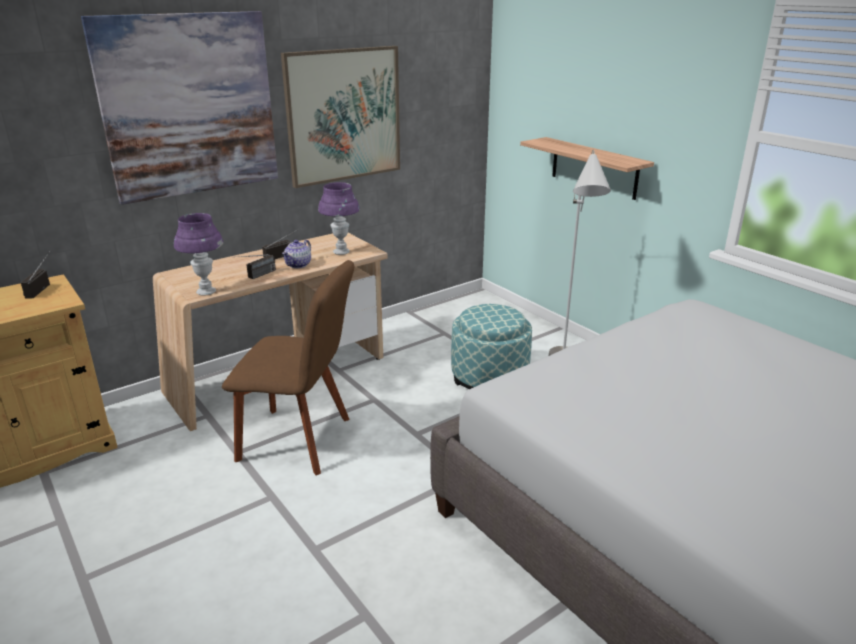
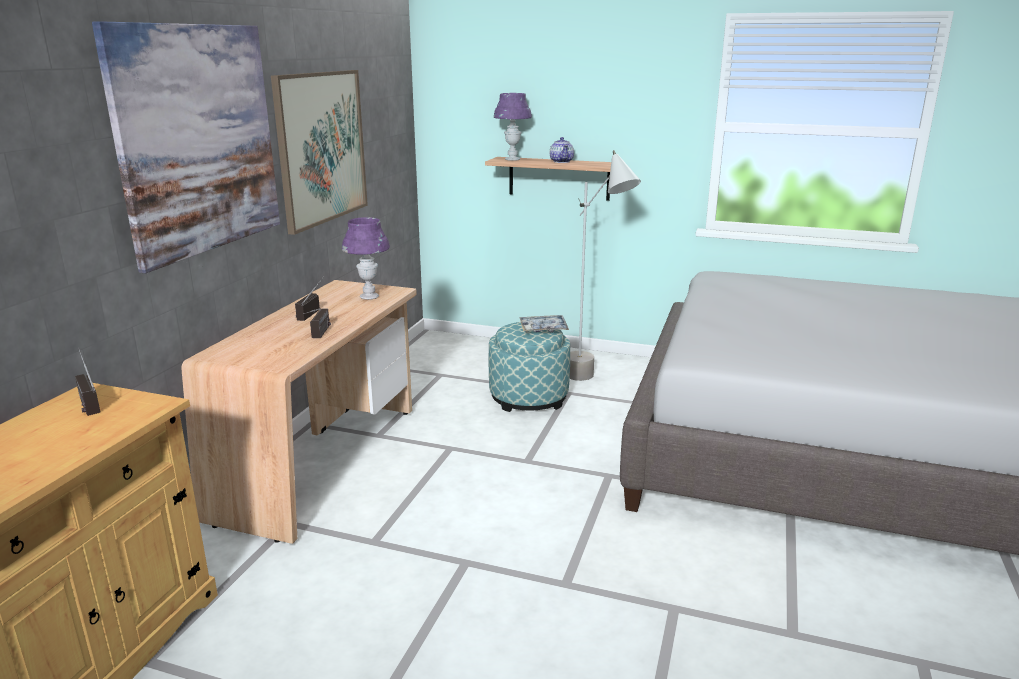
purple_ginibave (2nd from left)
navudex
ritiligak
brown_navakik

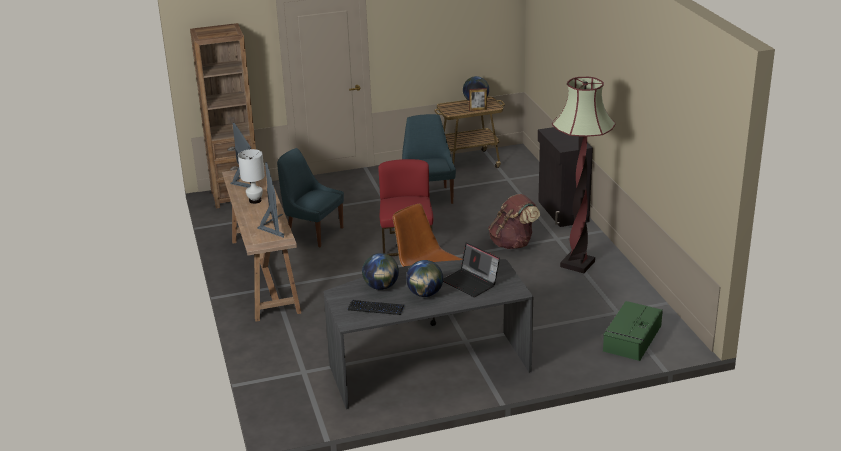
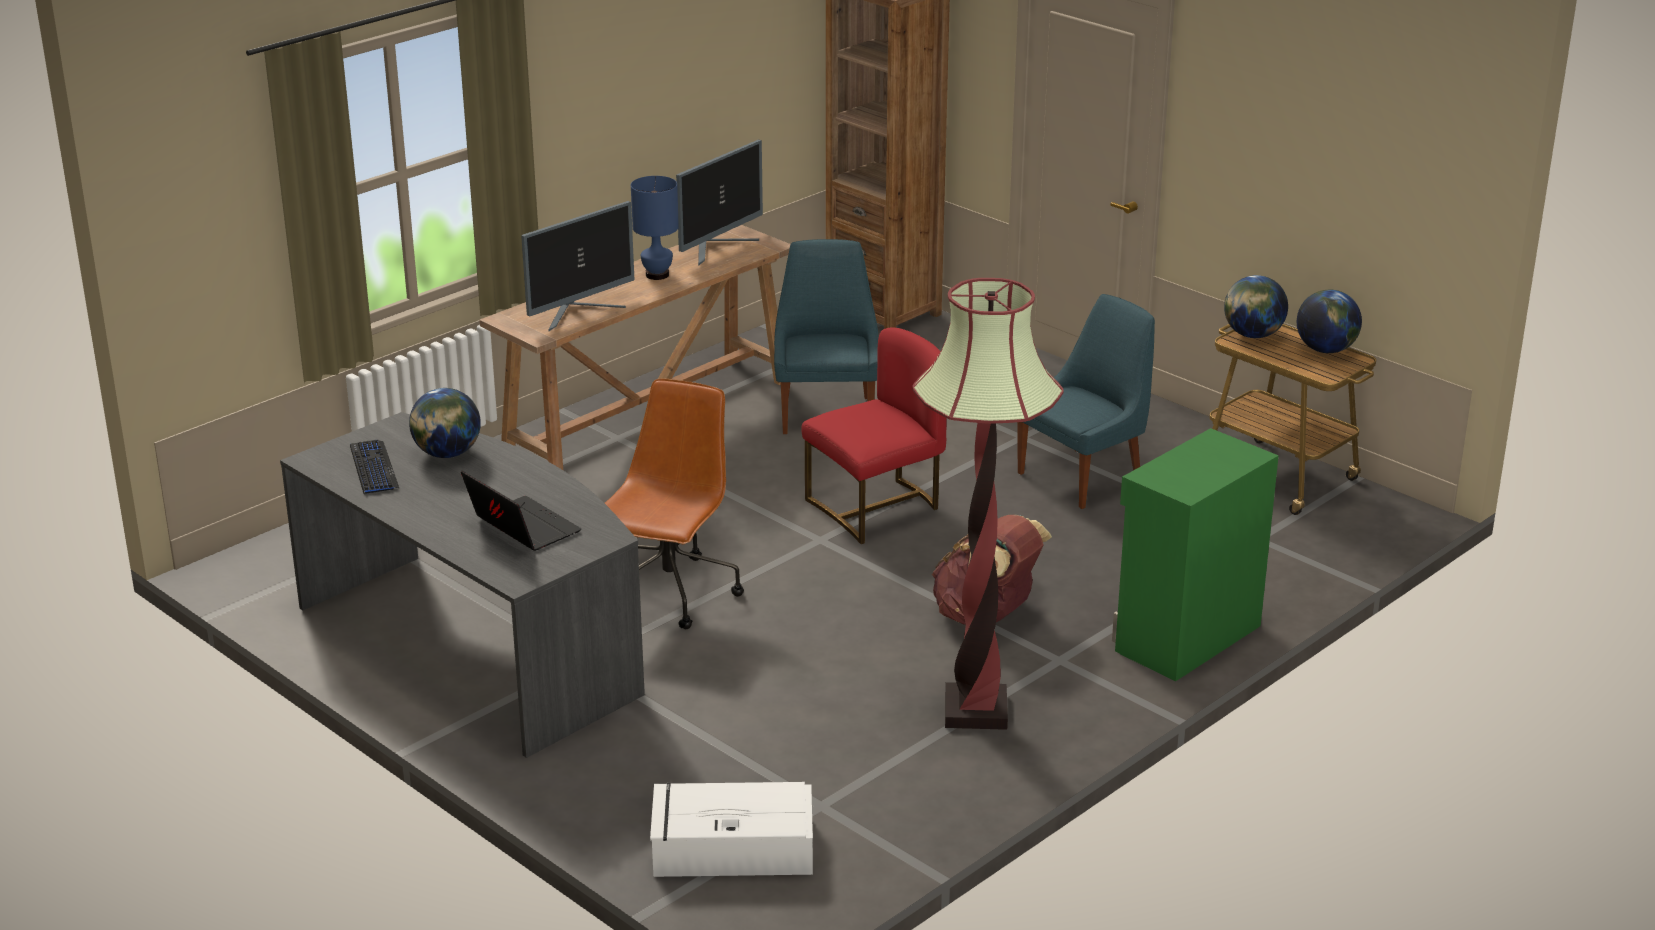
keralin
blue_ginibave
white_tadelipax
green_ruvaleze
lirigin (2nd from left)
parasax

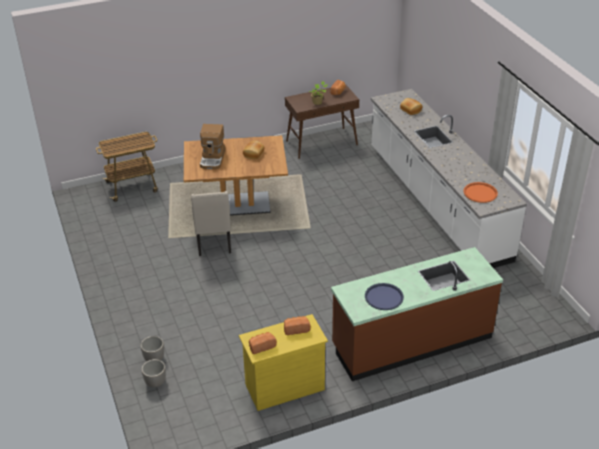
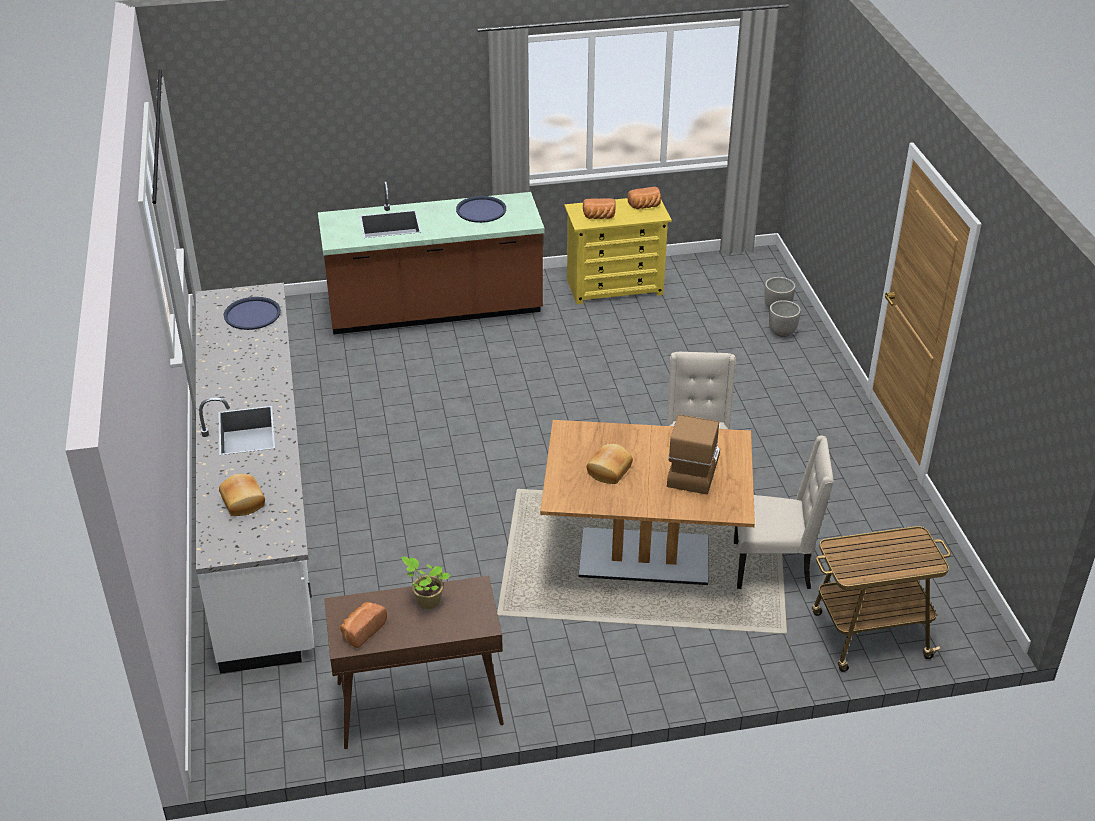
blue_navudex (1st from left)
beige_navakik (2nd from left)

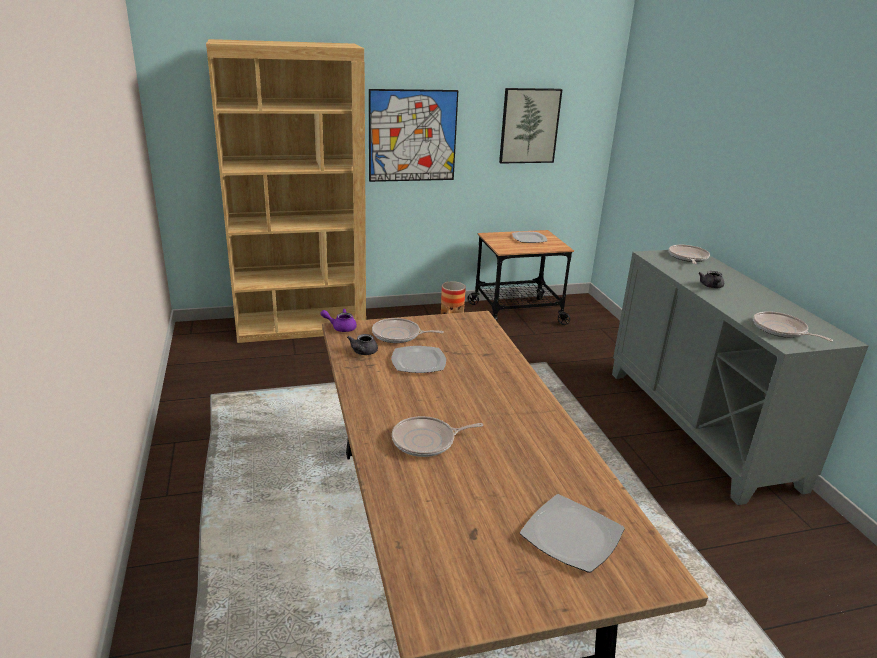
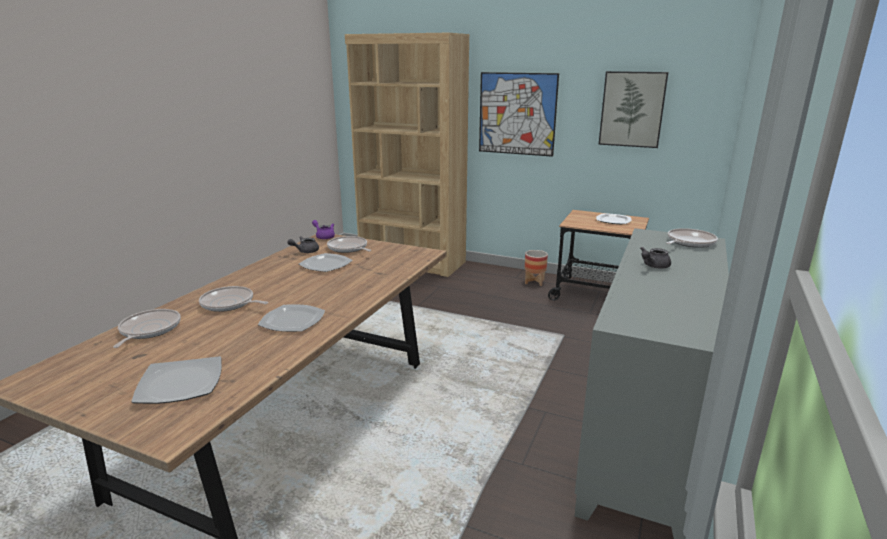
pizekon (1st from left)
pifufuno (2nd from left)

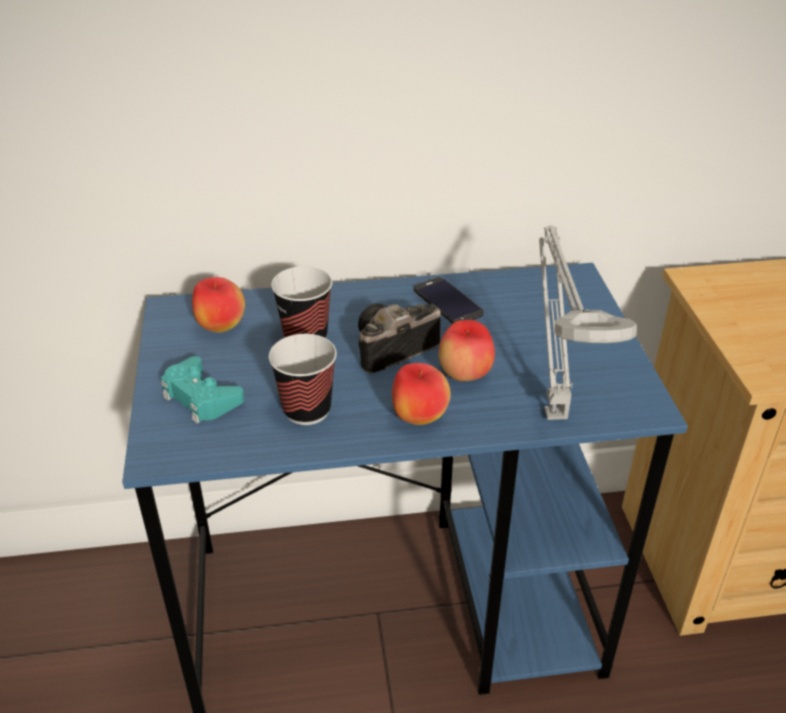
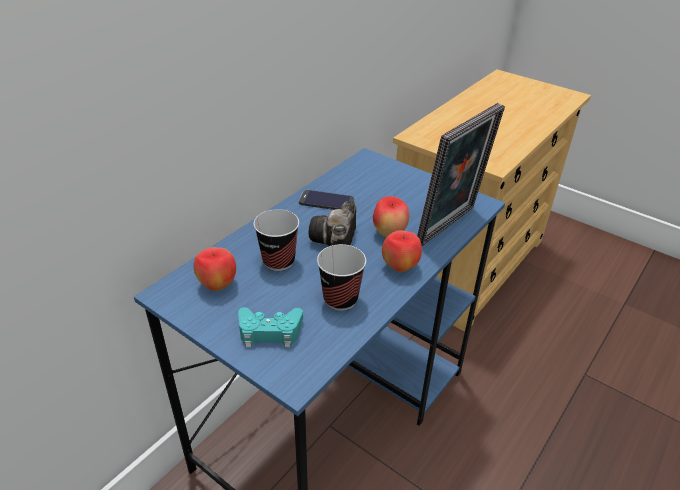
parasax

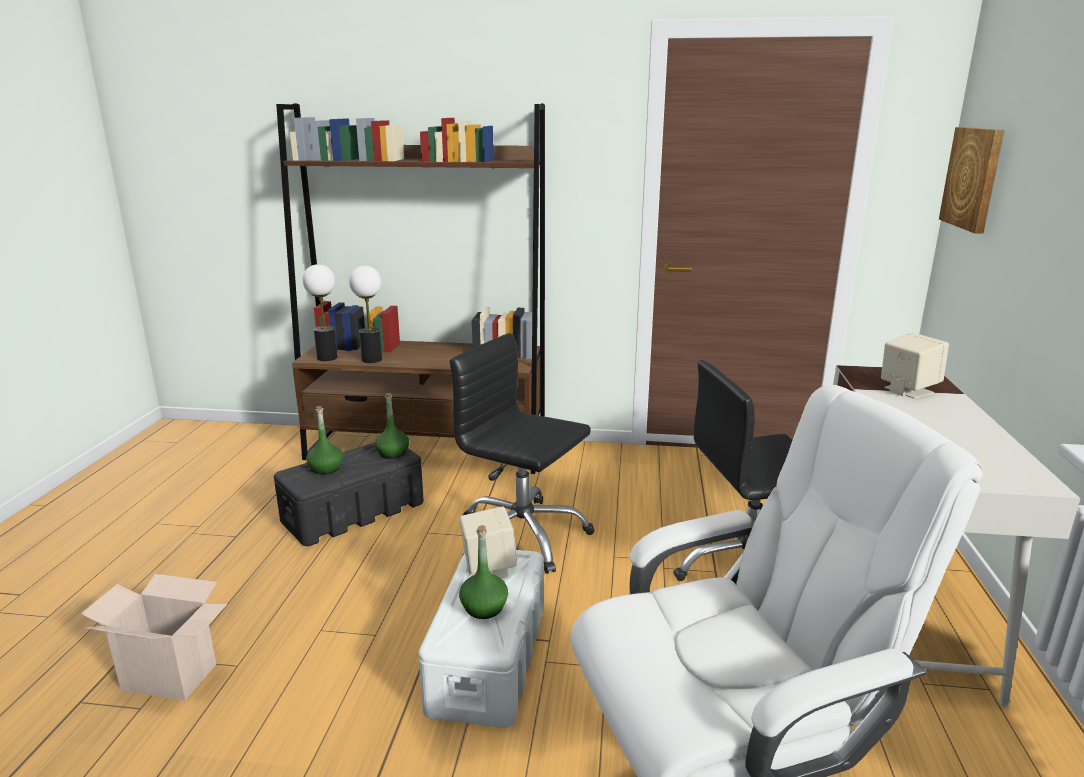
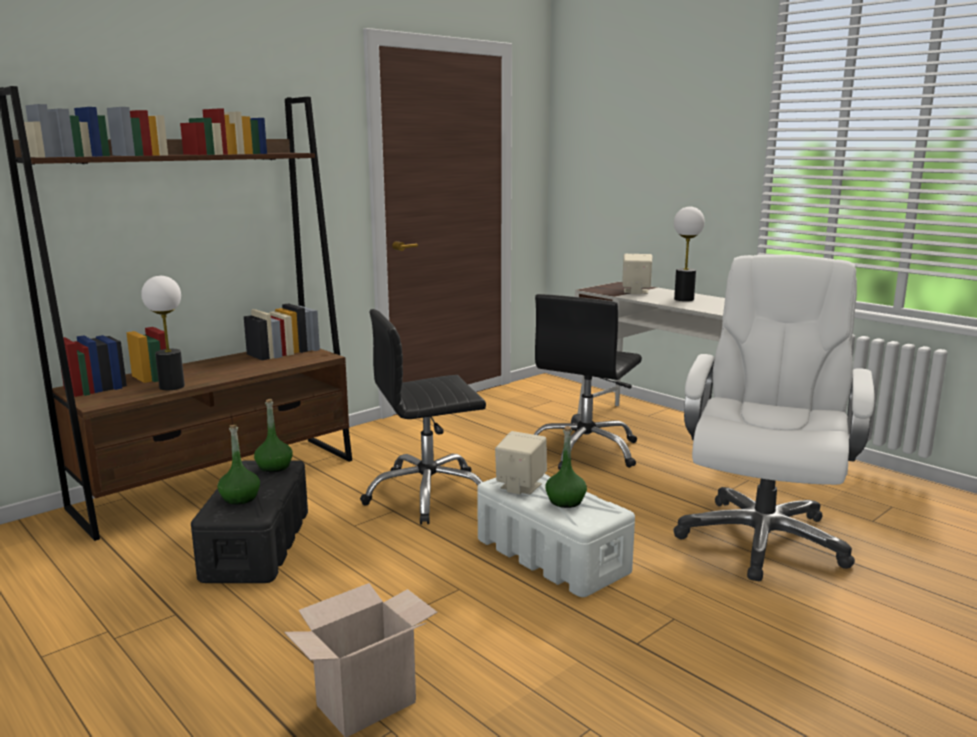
ginibave (2nd from left)
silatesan

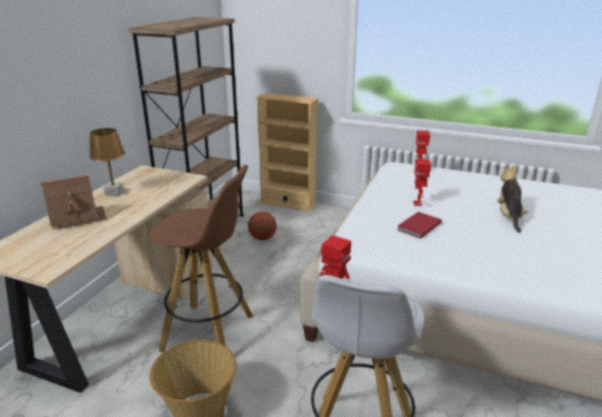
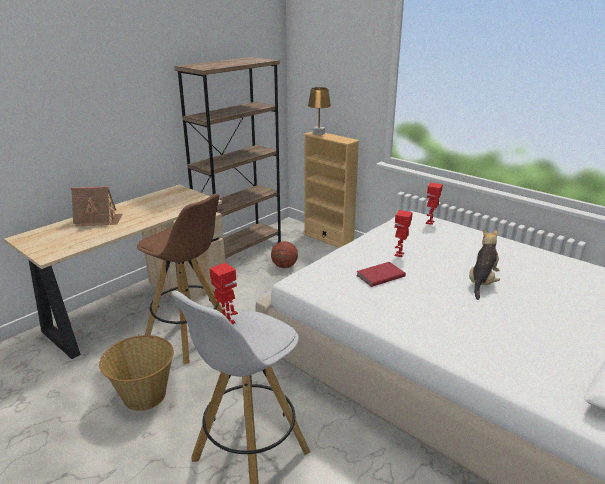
brown_ginibave

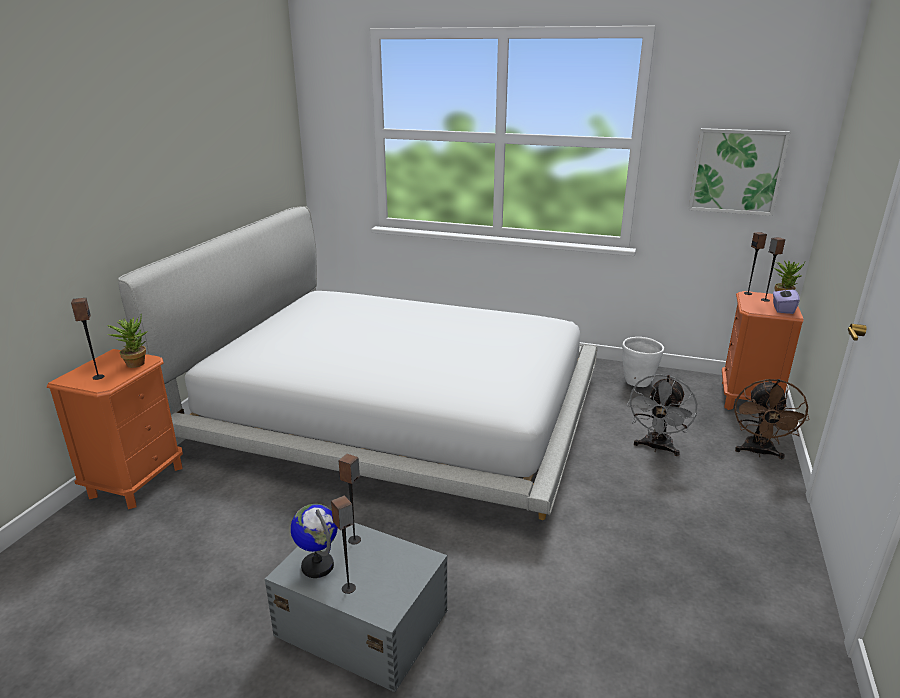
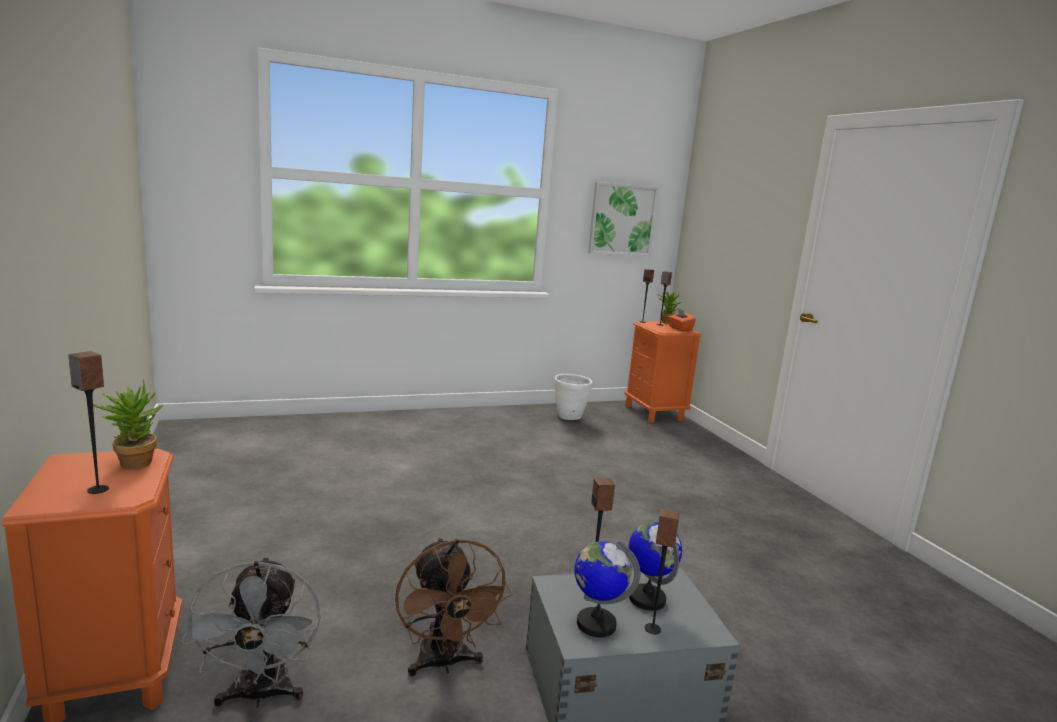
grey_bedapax
brown_bedapax
lirigin (2nd from left)
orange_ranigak
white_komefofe

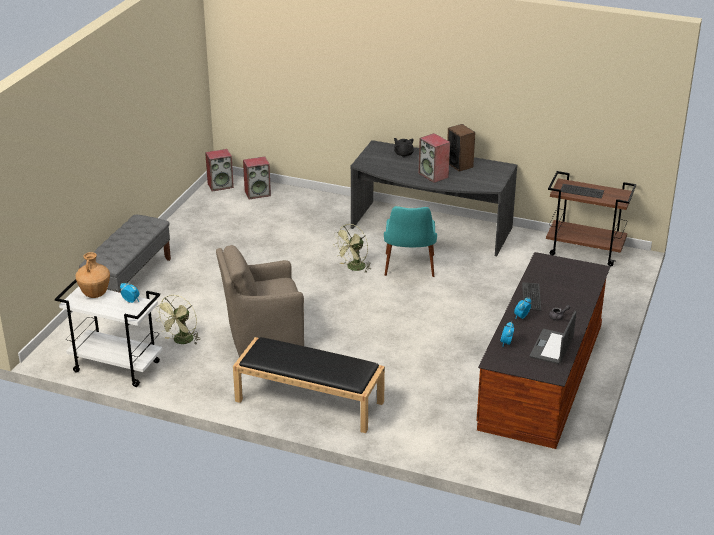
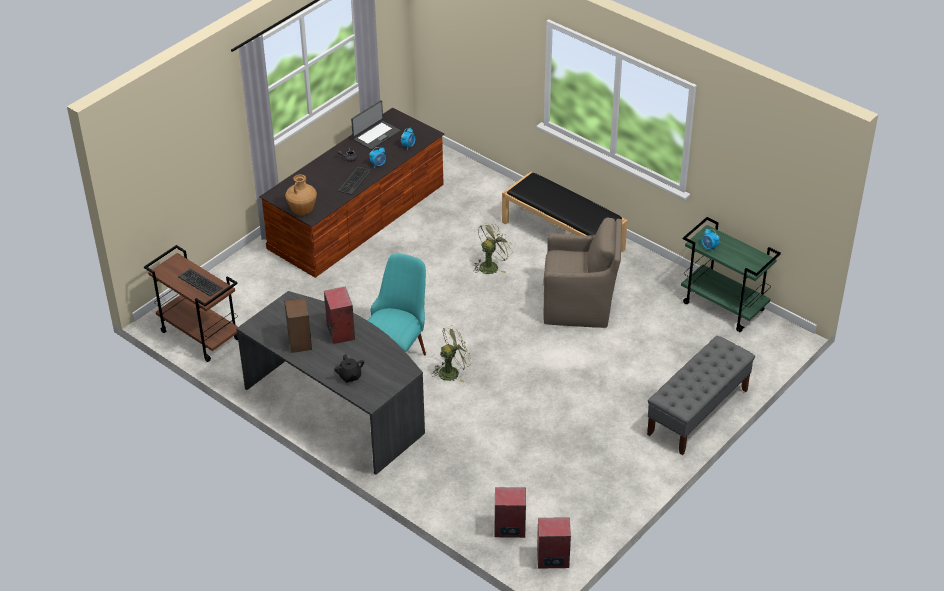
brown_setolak
green_bedapax (2nd from left)
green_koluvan

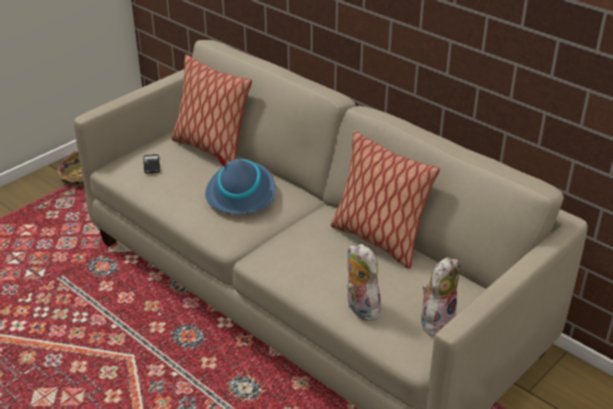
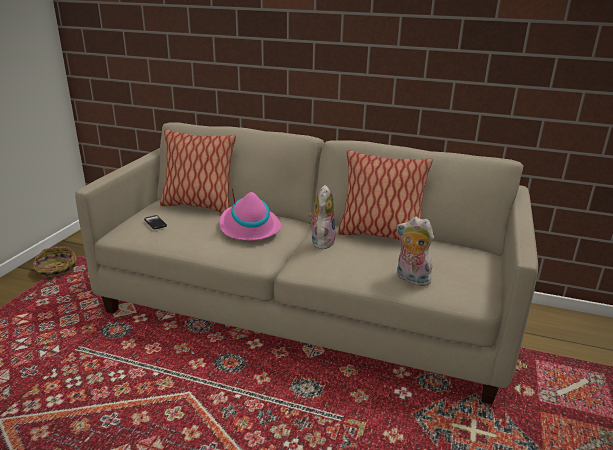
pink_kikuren
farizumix (1st from left)

